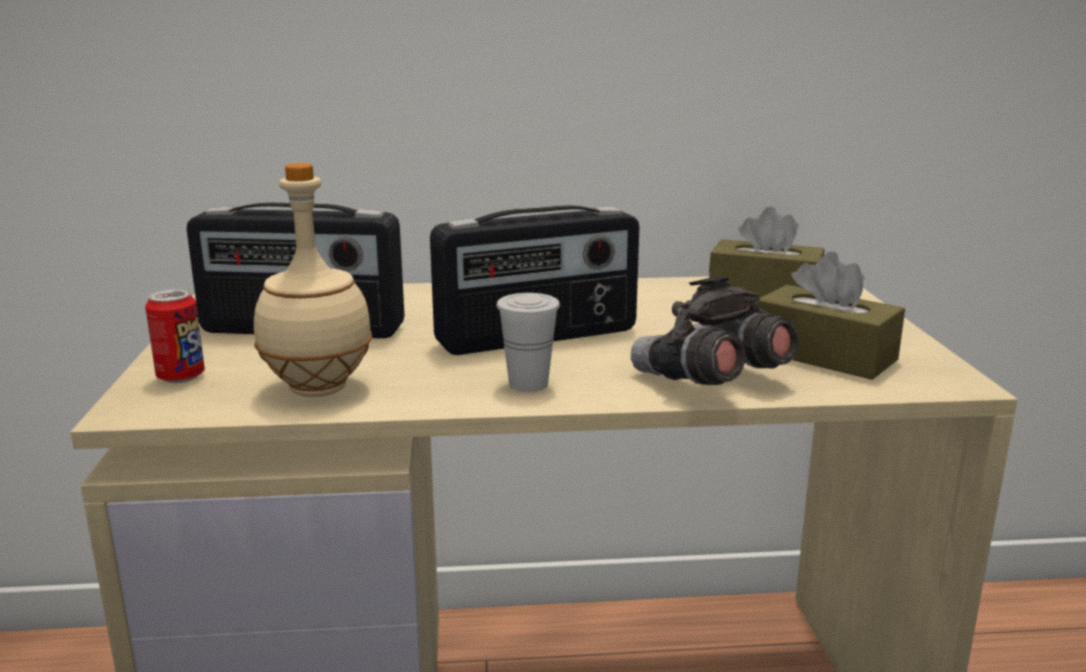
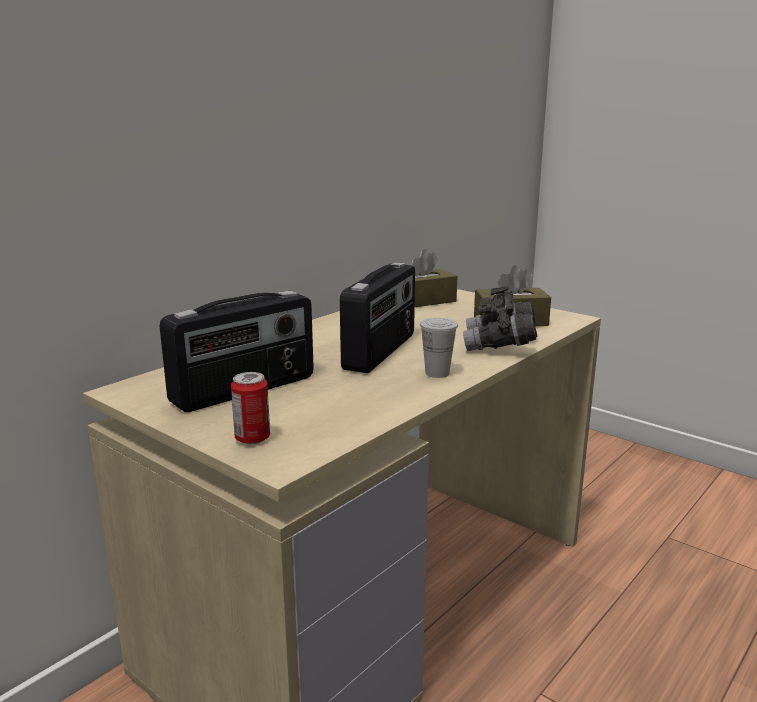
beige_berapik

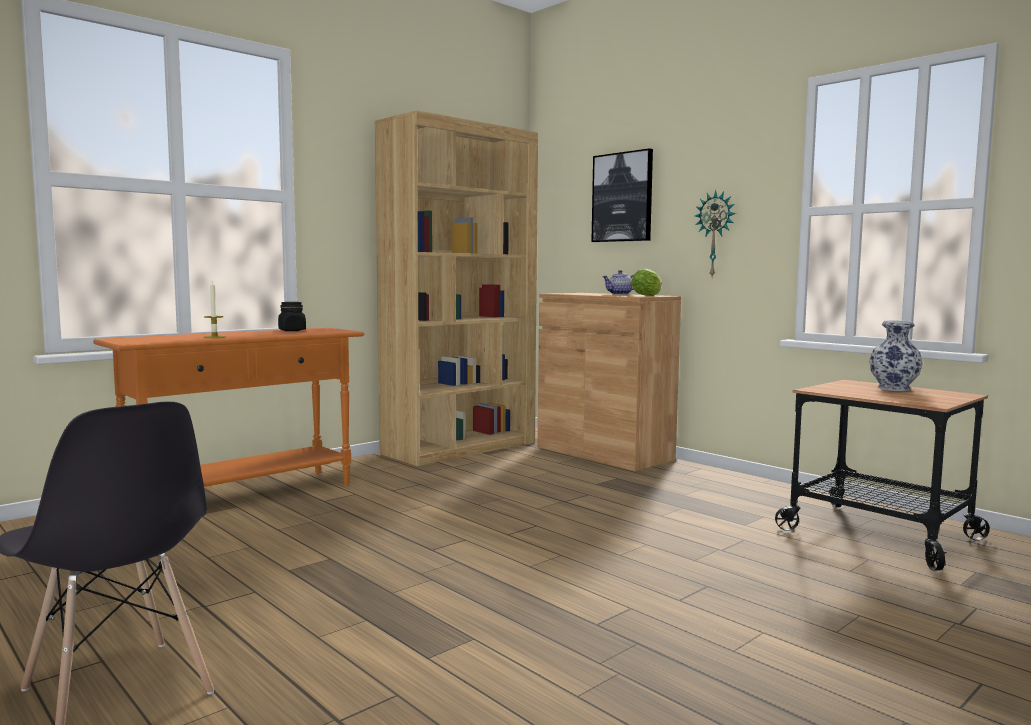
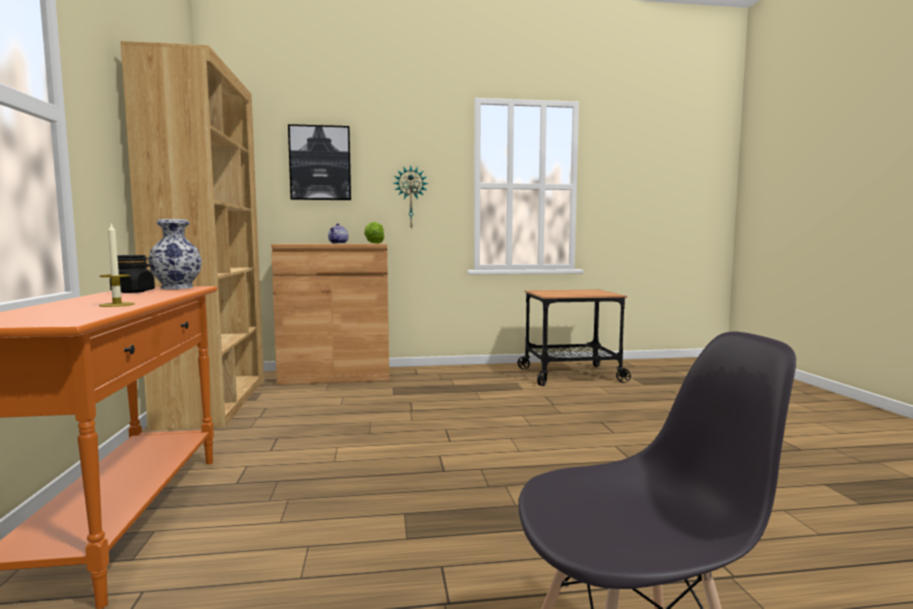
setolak

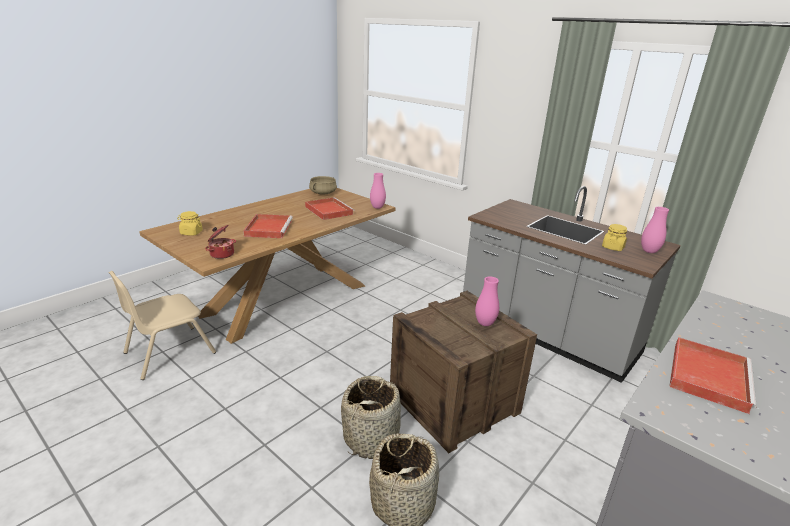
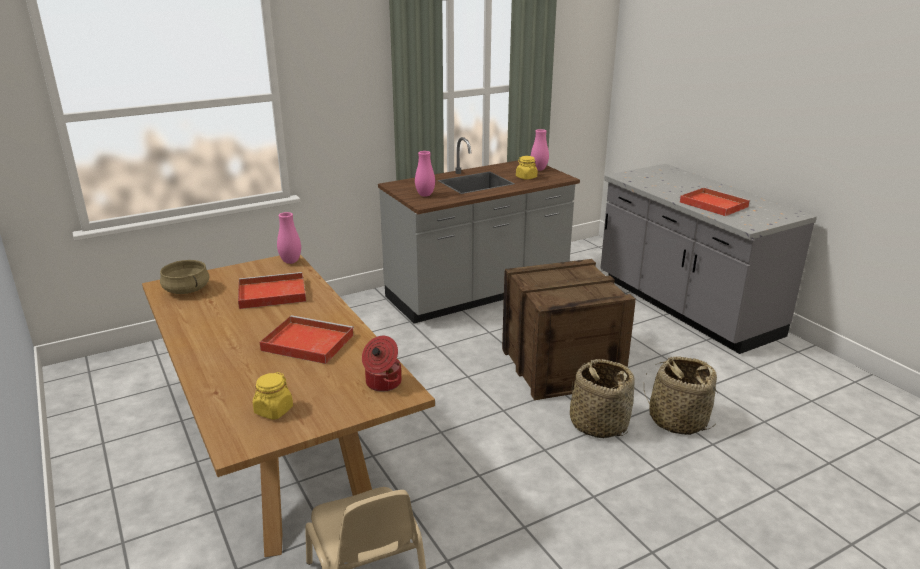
pink_setolak (2nd from left)

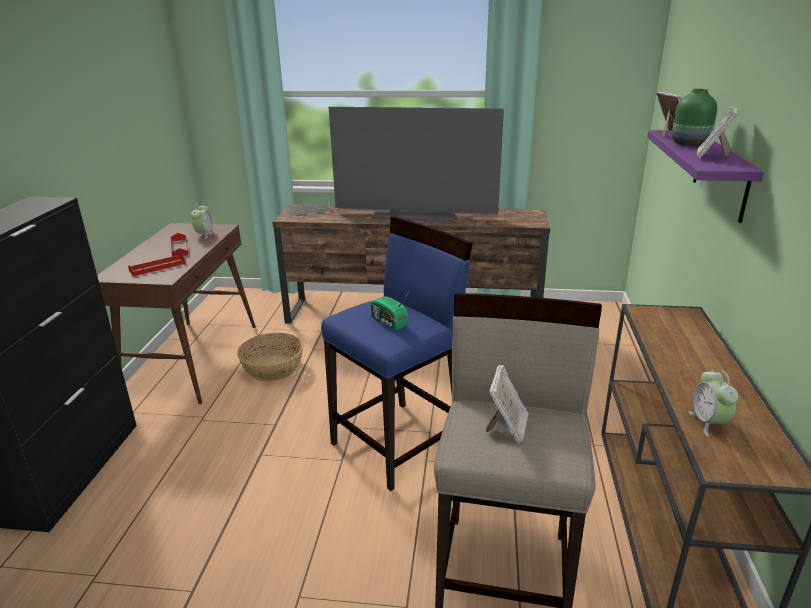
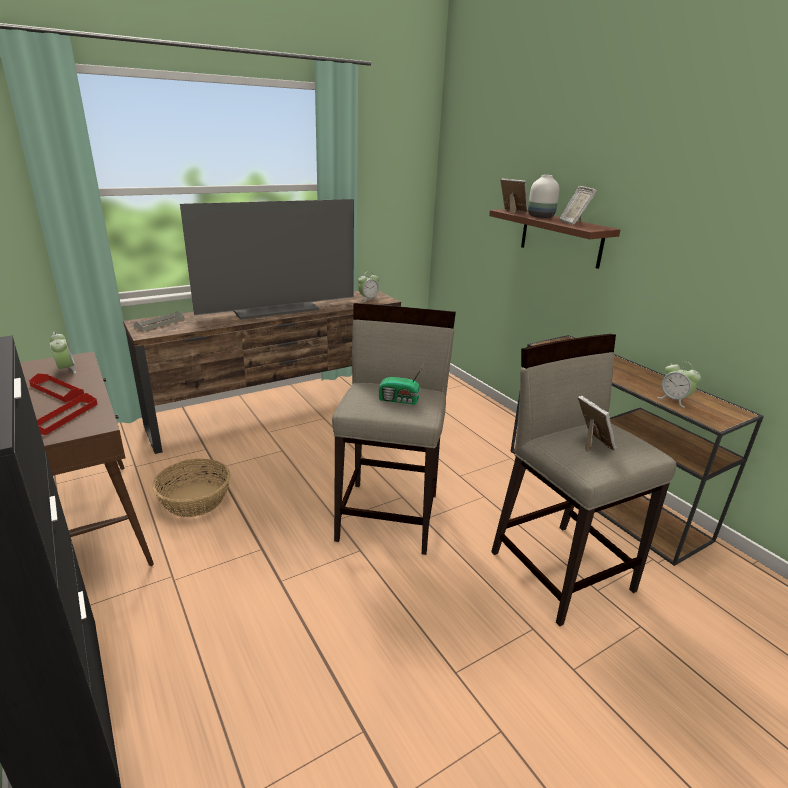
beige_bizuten (1st from left)
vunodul (2nd from left)
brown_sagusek
white_setolak

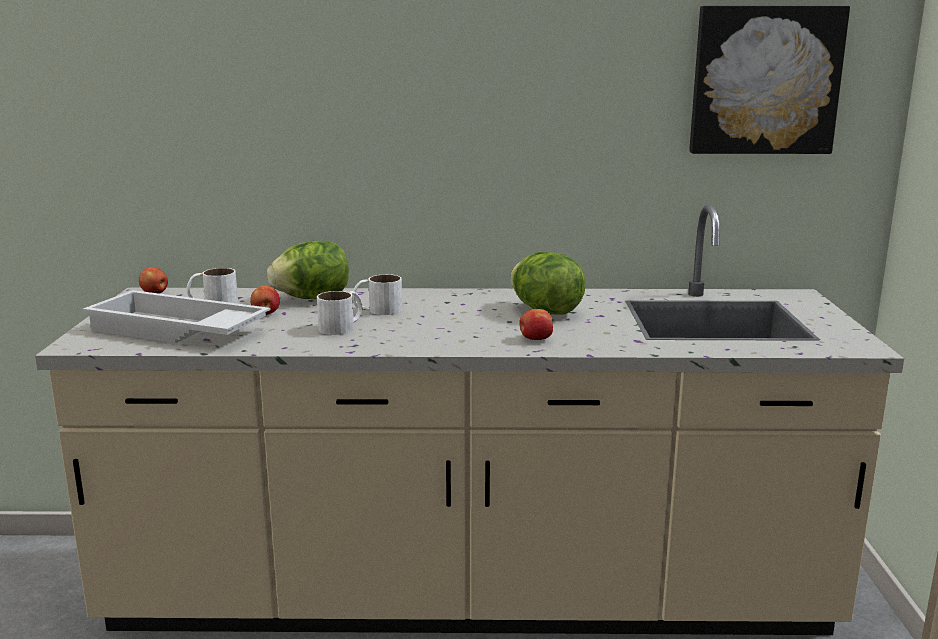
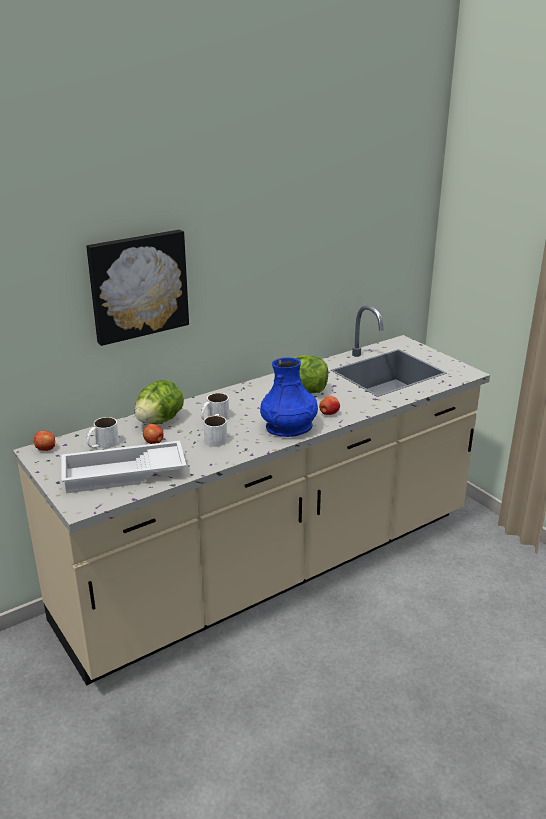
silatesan
blue_setolak

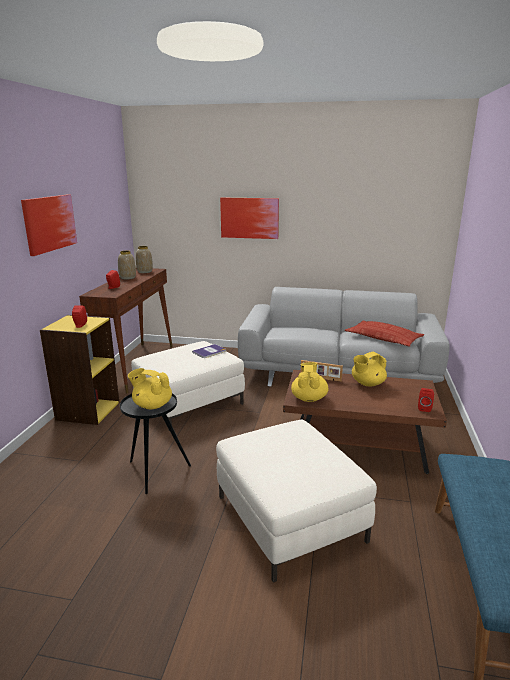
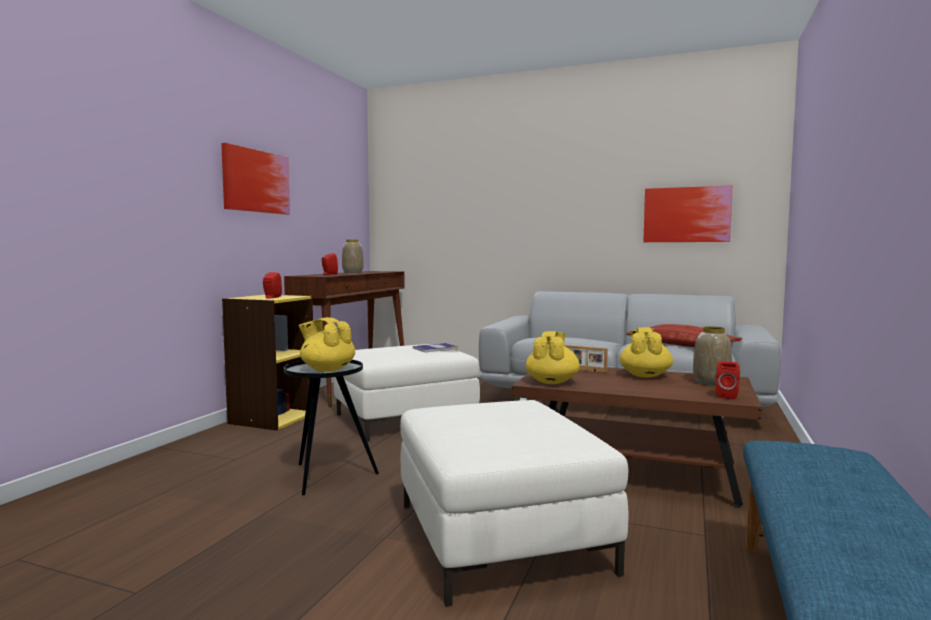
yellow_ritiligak (3rd from left)
silatesan (2nd from left)
setolak (2nd from left)

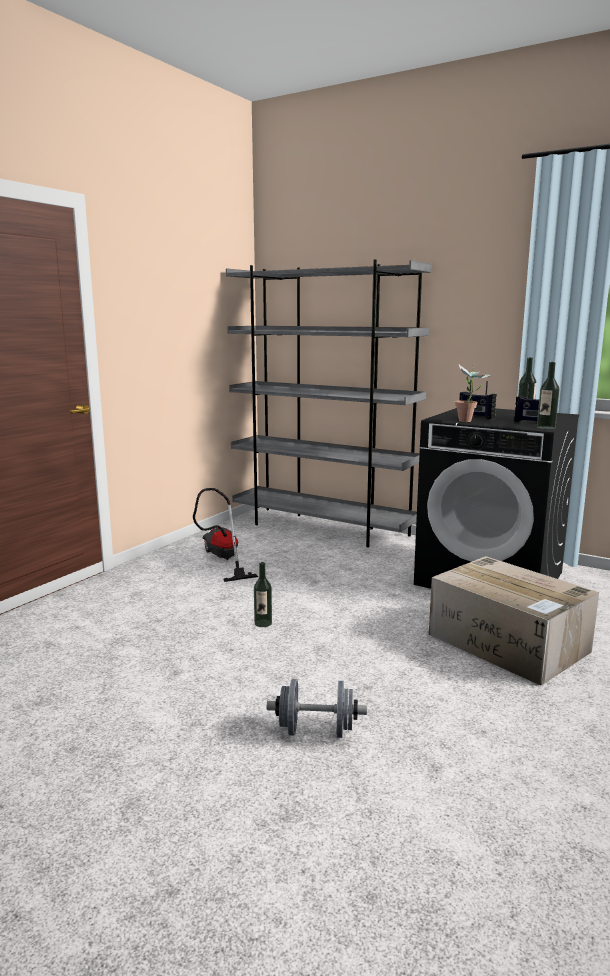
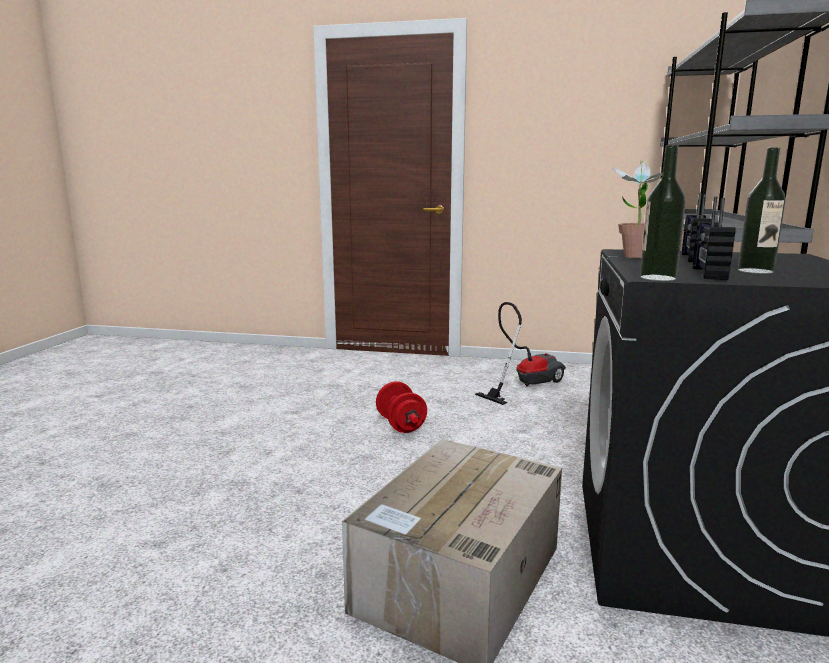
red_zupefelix
grey_zupefelix

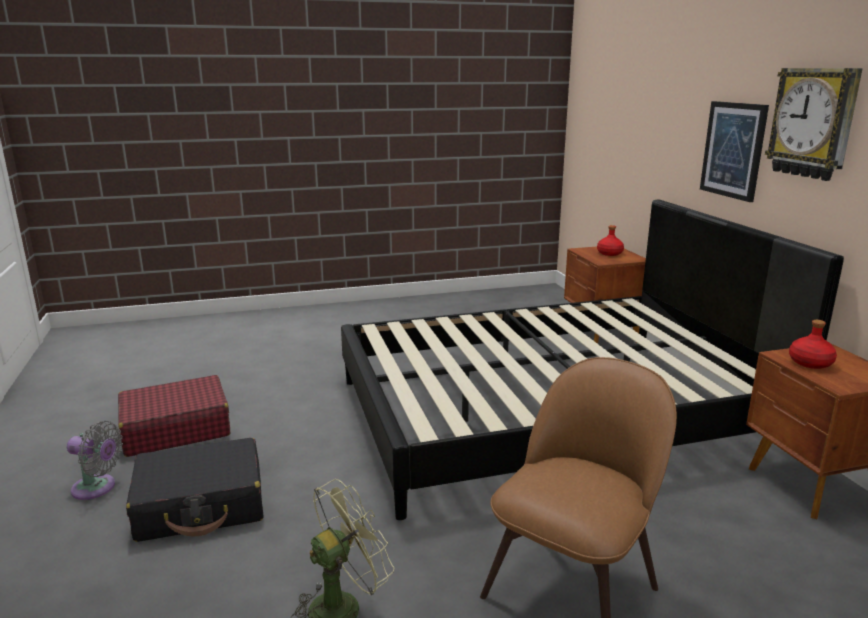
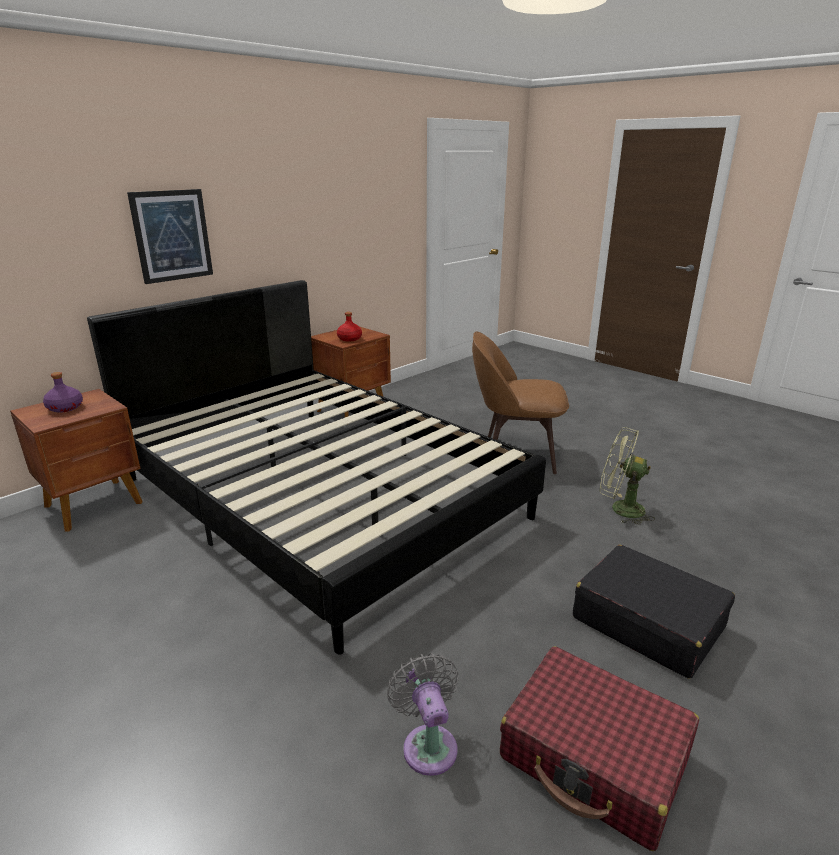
purple_berapik
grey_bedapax
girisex

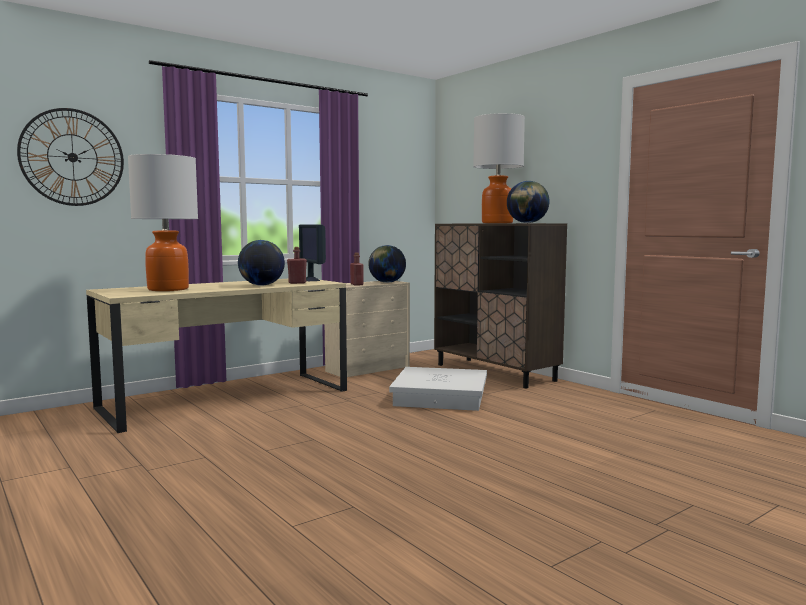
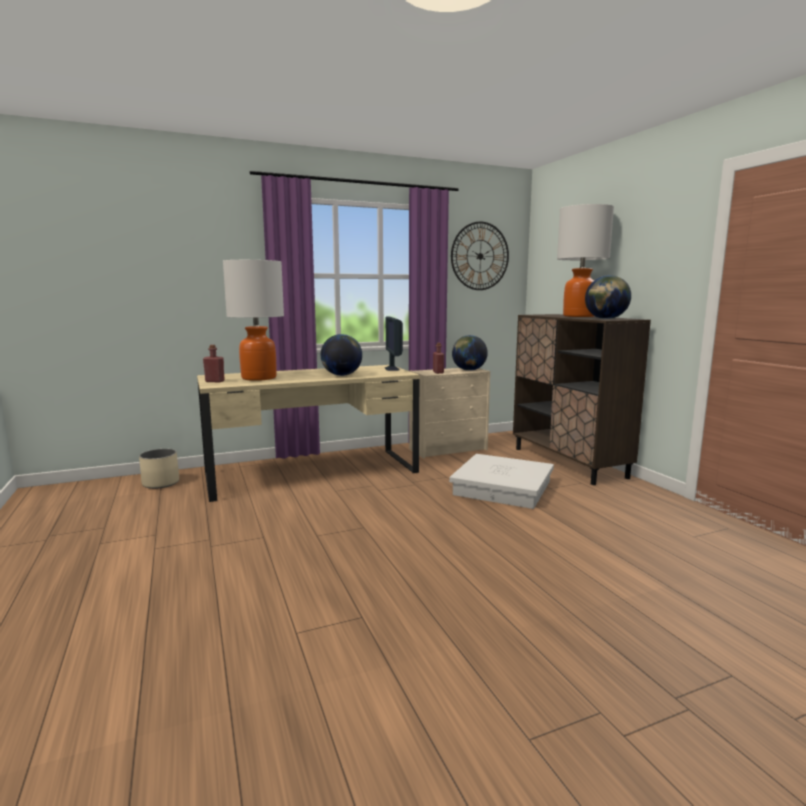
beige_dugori
red_berapik (1st from left)
girisex

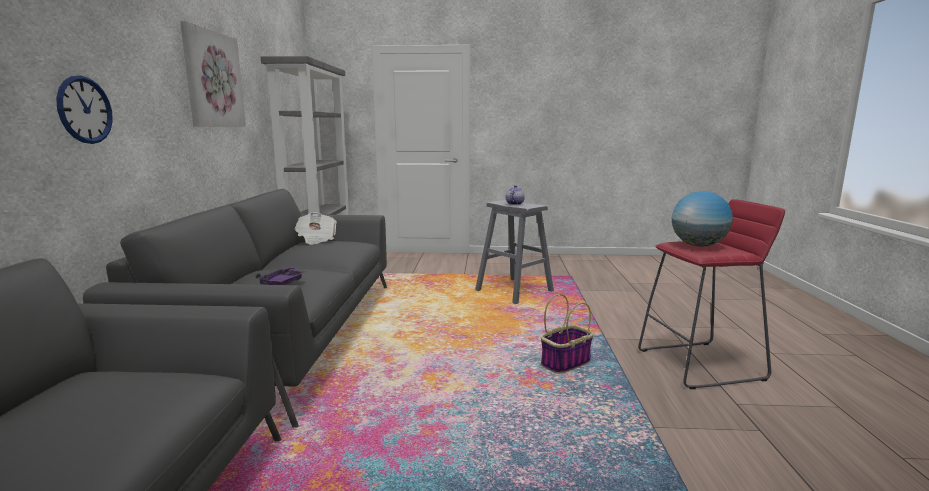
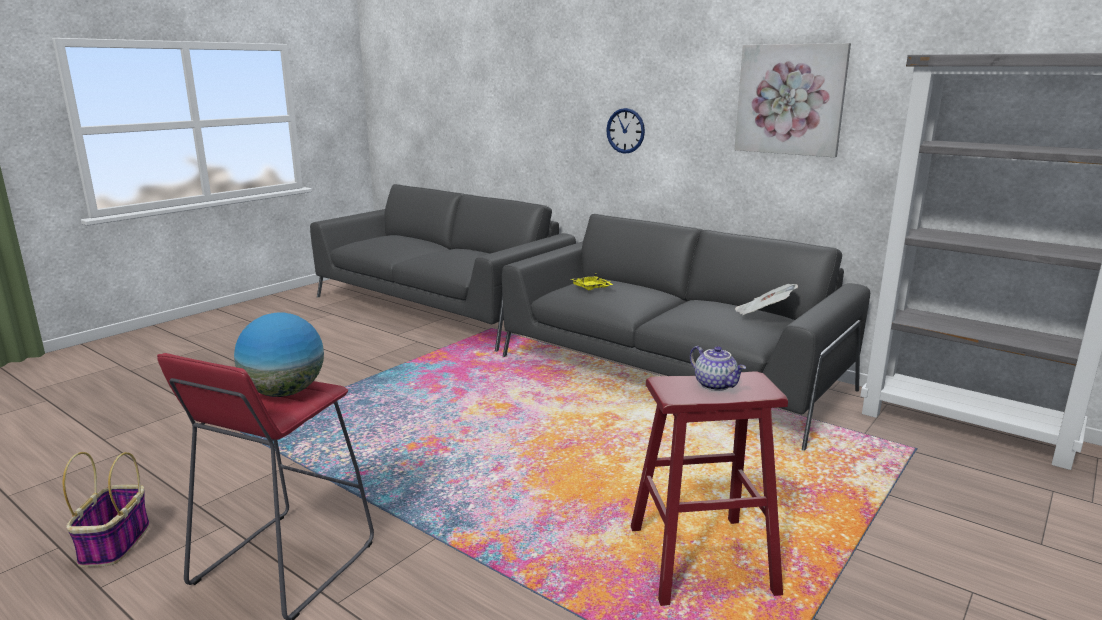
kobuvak
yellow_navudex
red_bizuten (2nd from left)

